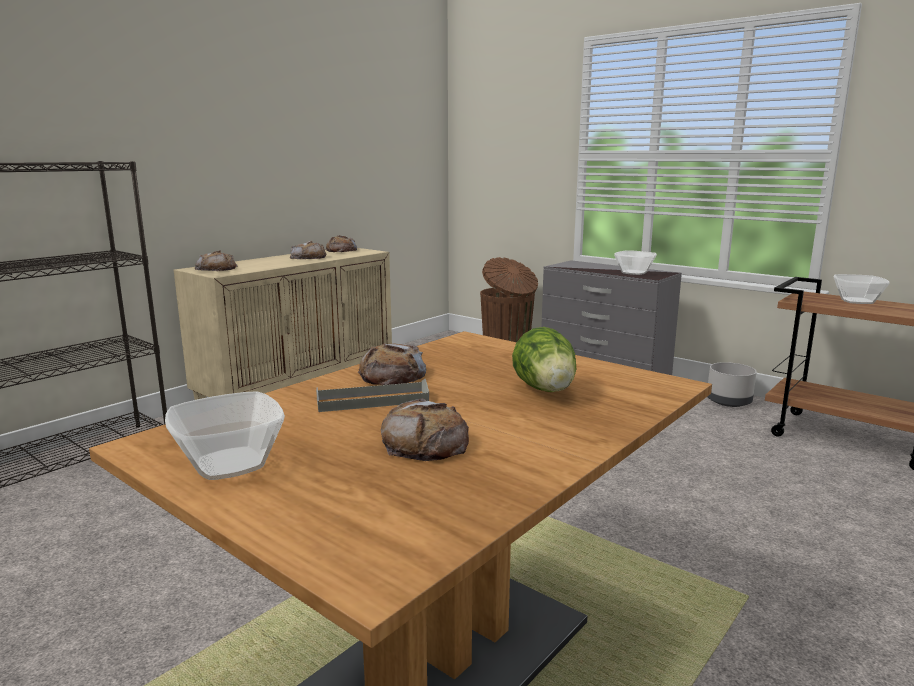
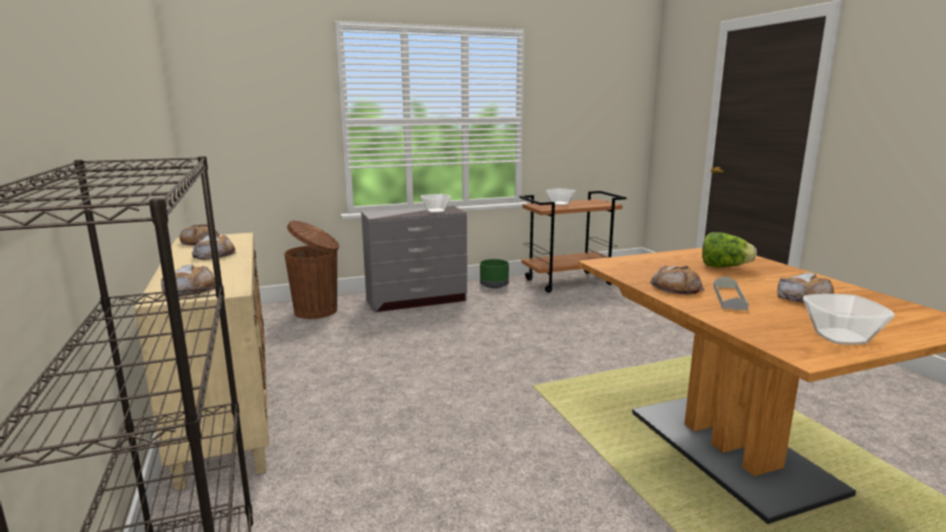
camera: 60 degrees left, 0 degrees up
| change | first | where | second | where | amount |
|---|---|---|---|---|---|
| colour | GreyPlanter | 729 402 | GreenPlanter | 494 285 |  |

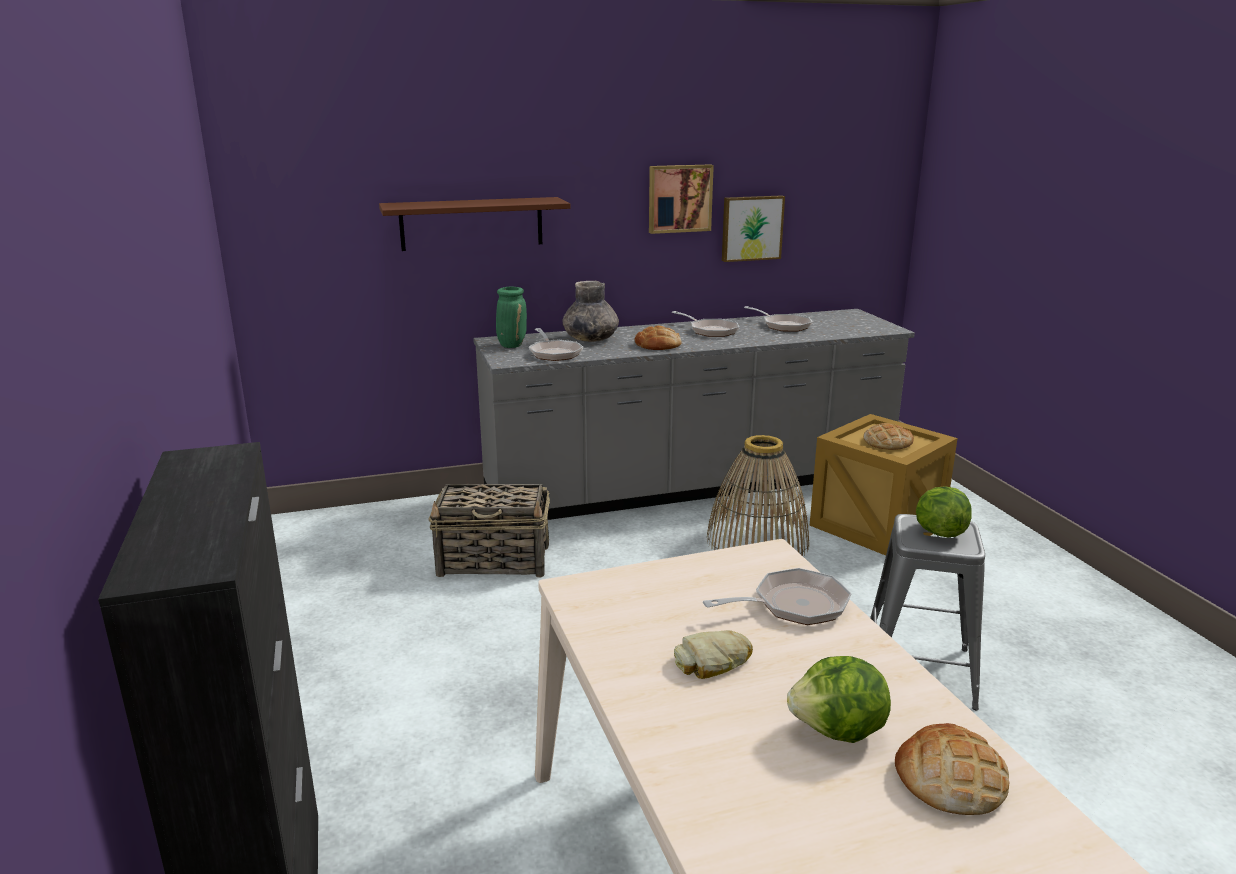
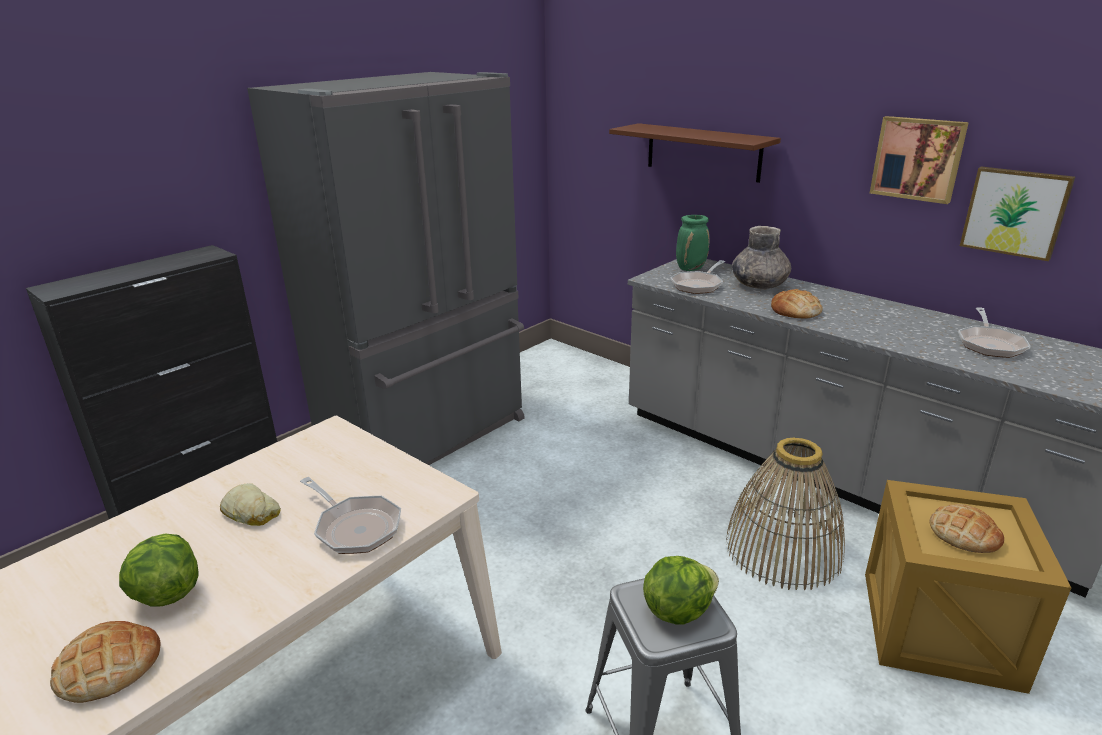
camera: 60 degrees right, 5 degrees up
| change | first | where | second | where | amount |
|---|---|---|---|---|---|
| appeared |  |  | GreyFridge | 428 435 |  |
| missing | Basket | 495 561 |  |  |  |
| missing | FryingPan | 710 331 |  |  |  |

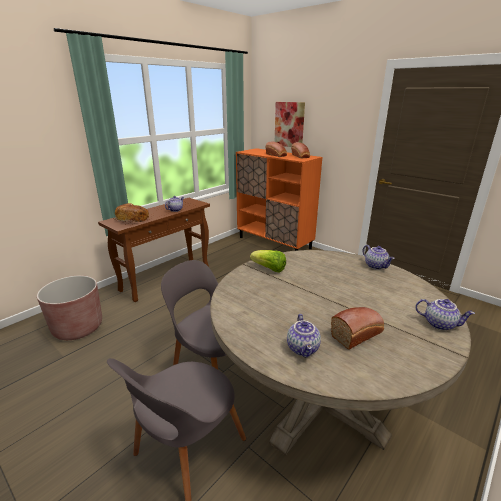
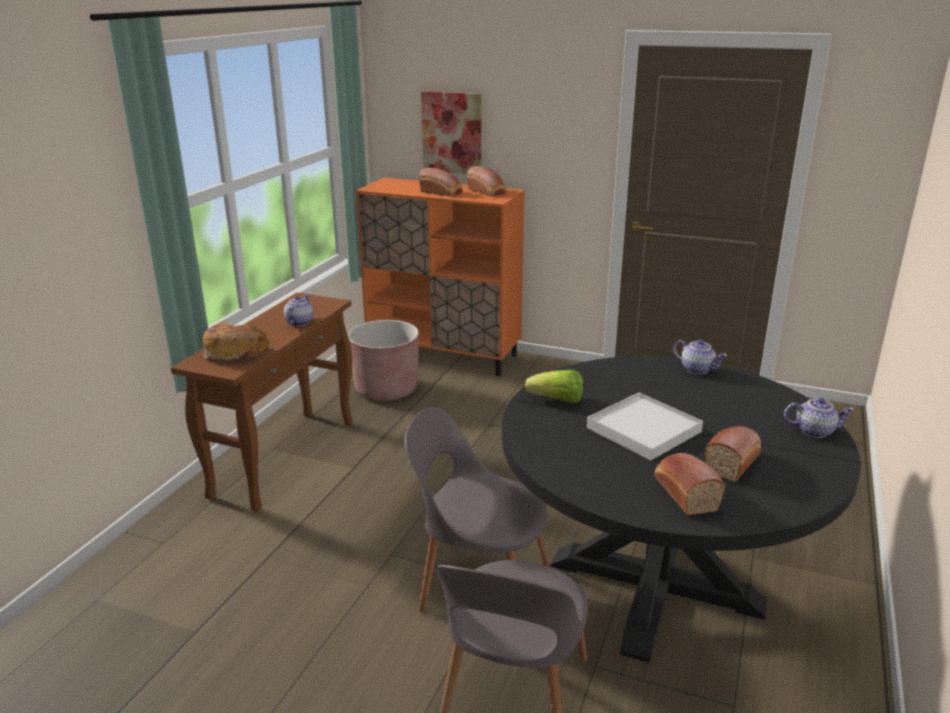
camera: 20 degrees left, 0 degrees up
| change | first | where | second | where | amount |
|---|---|---|---|---|---|
| relocated | BrownPlanter | 78 327 |  | 386 389 |  |
| colour | BeigeDiningTable | 319 399 | BlackDiningTable | 655 583 |  |
| appeared |  |  | WhiteTray | 643 430 |  |
| exchanged | Teapot | 303 348 | Bread | 684 493 |  |

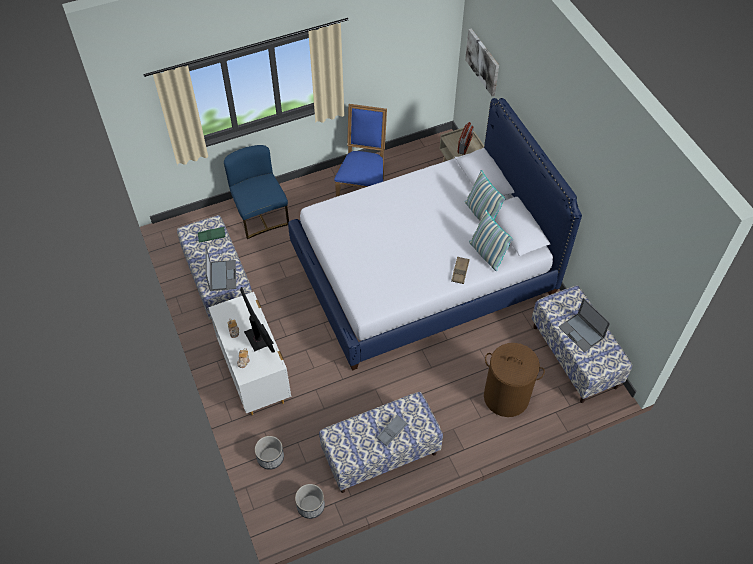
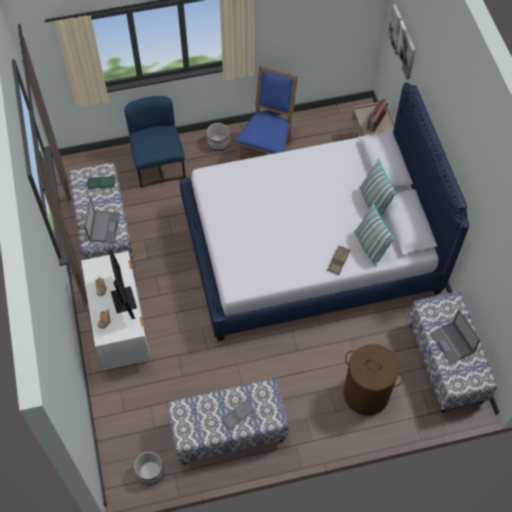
camera: 10 degrees right, 5 degrees up
| change | first | where | second | where | amount |
|---|---|---|---|---|---|
| relocated | Planter | 270 458 |  | 218 143 |  |

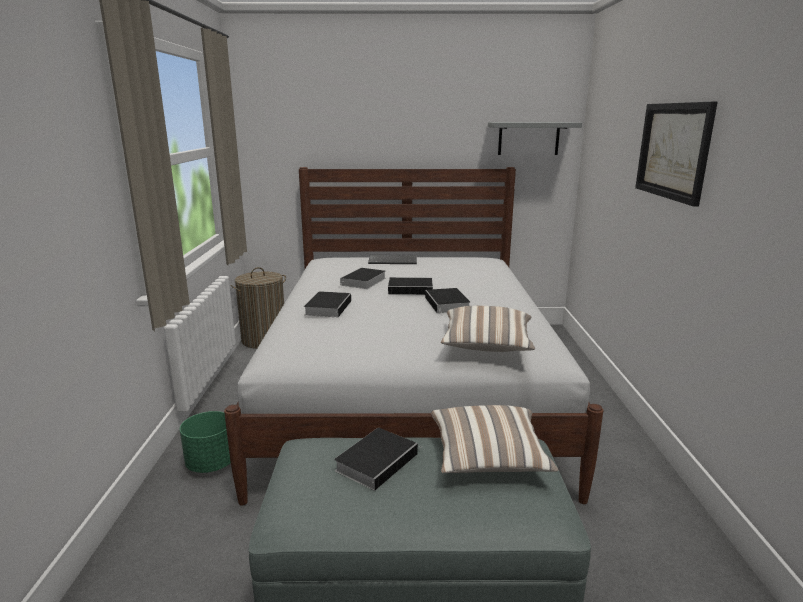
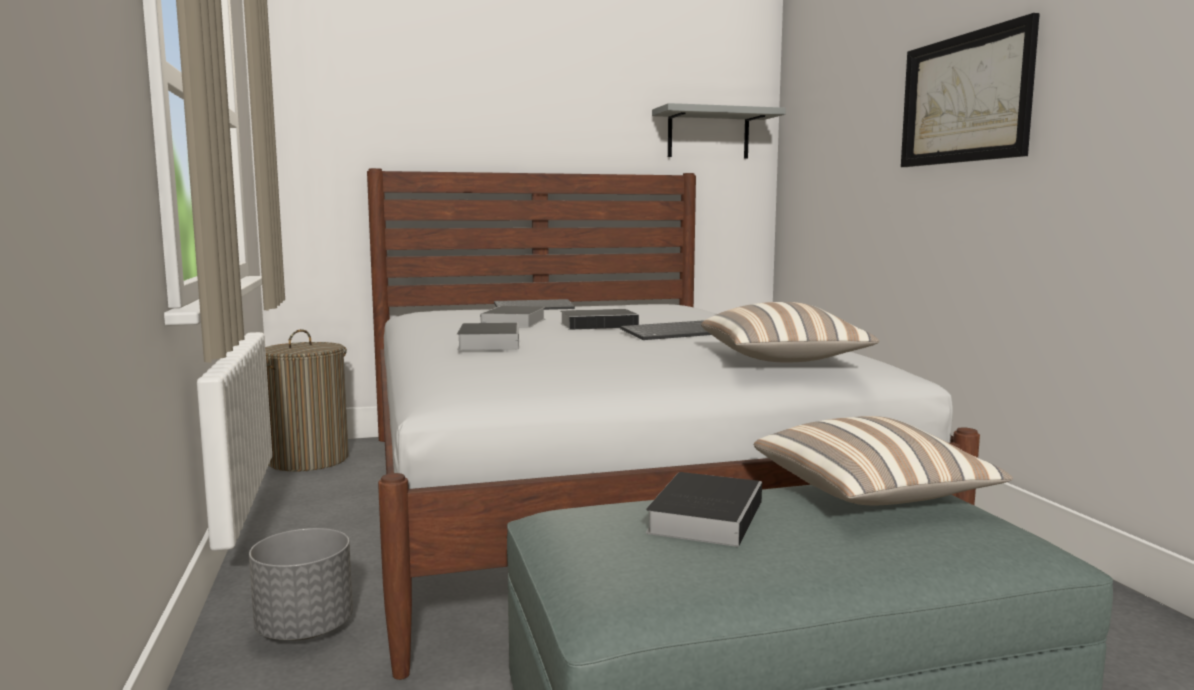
camera: 15 degrees left, 10 degrees down
| change | first | where | second | where | amount |
|---|---|---|---|---|---|
| colour | GreenPlanter | 211 464 | GreyPlanter | 304 629 |  |
| exchanged | Book | 448 304 | Keyboard | 674 333 |  |

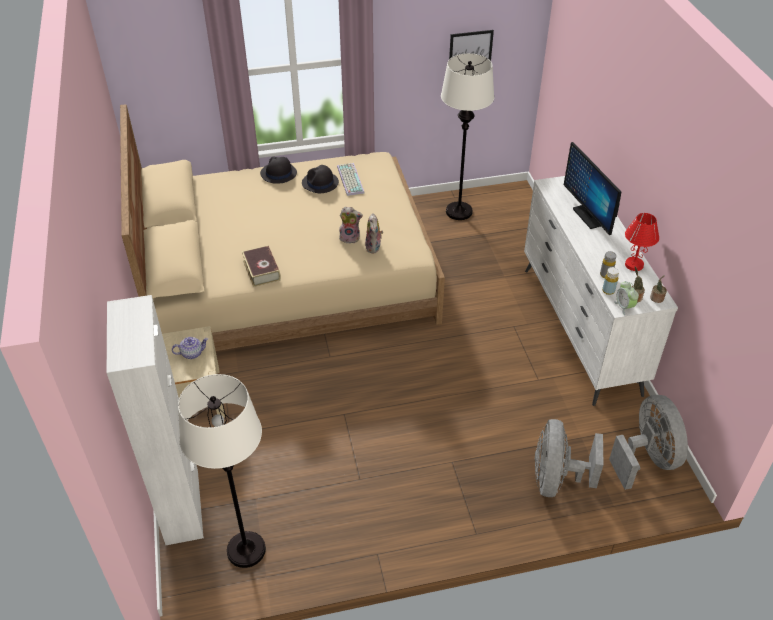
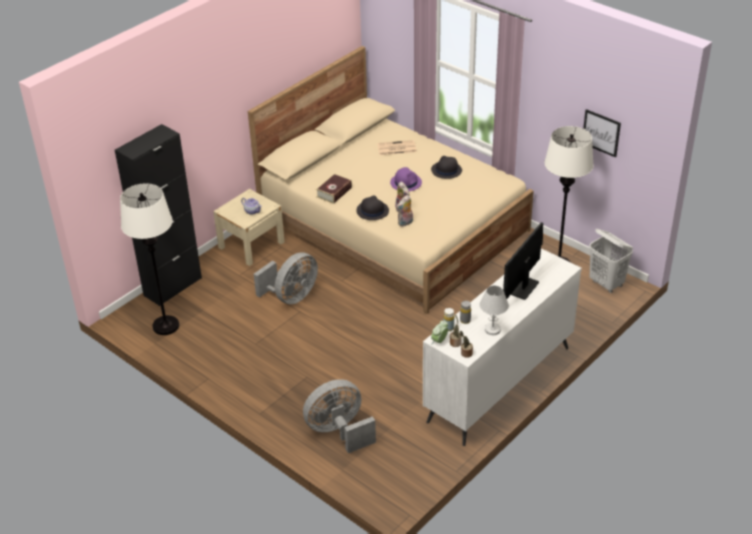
camera: 55 degrees right, 5 degrees down
| change | first | where | second | where | amount |
|---|---|---|---|---|---|
| colour | WhiteCabinet | 182 507 | BlackCabinet | 173 287 |  |
| relocated | GreyFan | 646 458 |  | 291 297 |  |
| relocated | BlackHat | 278 173 |  | 372 211 |  |
| appeared |  |  | Newspaper | 396 148 |  |
| appeared |  |  | PurpleHat | 406 183 |  |
| colour | RedTableLamp | 633 264 | WhiteTableLamp | 492 329 |  |
| appeared |  |  | WhiteLaundryBasket | 606 283 |  |
| missing | Keyboard | 349 179 |  |  |  |

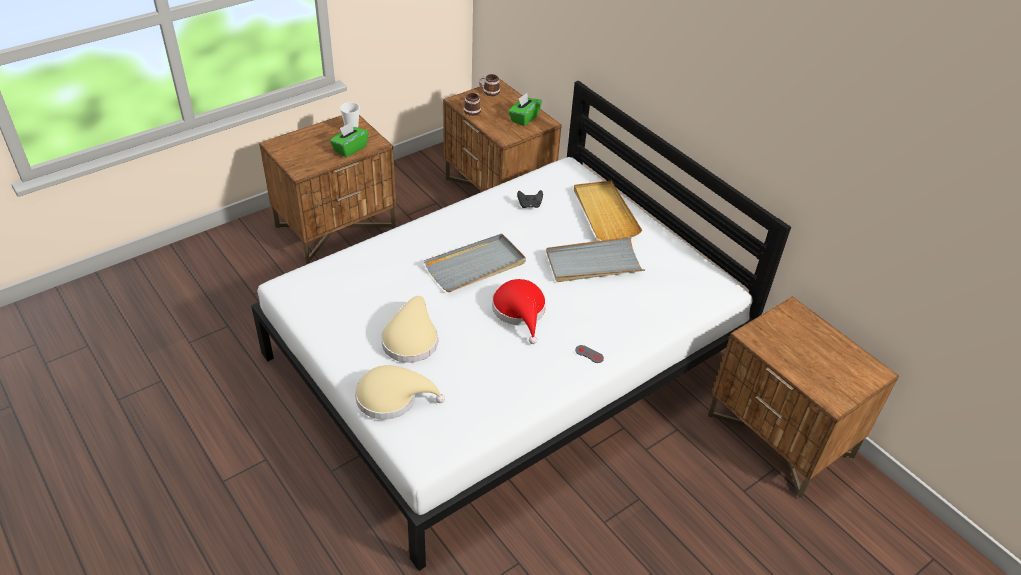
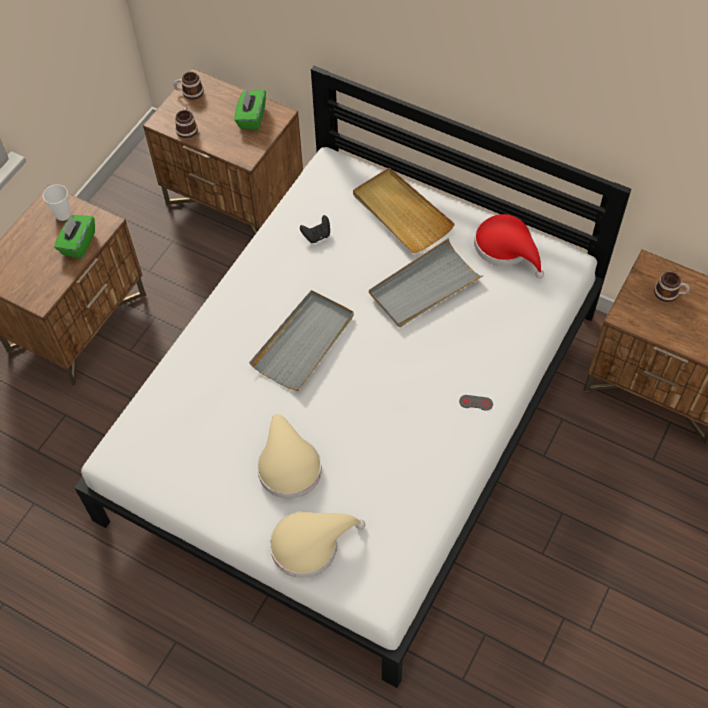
camera: 20 degrees left, 15 degrees up
| change | first | where | second | where | amount |
|---|---|---|---|---|---|
| relocated | RedHat | 520 311 |  | 506 248 |  |
| appeared |  |  | Mug | 669 293 |  |

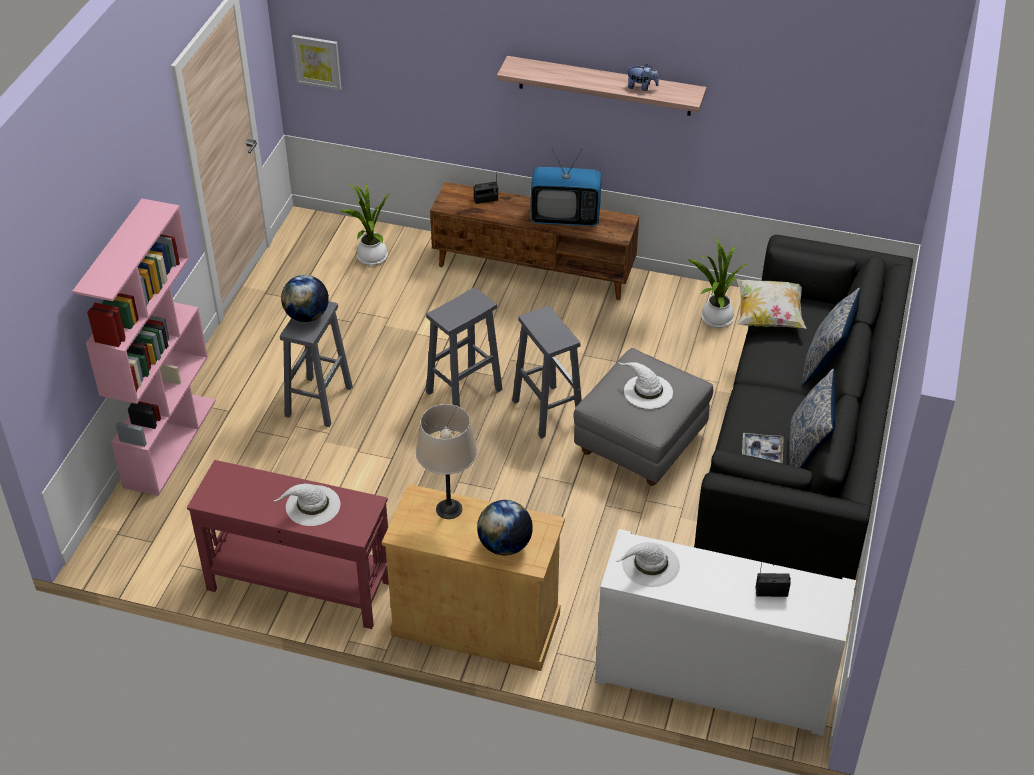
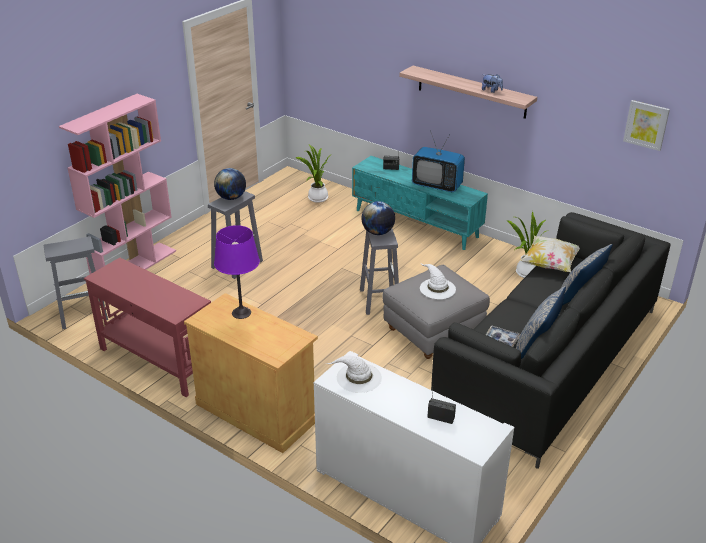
camera: 20 degrees right, 10 degrees down
| change | first | where | second | where | amount |
|---|---|---|---|---|---|
| relocated | GreyStool | 465 390 |  | 84 314 |  |
| colour | BeigeTableLamp | 449 509 | PurpleTableLamp | 241 313 |  |
| colour | BrownTvStand | 534 269 | TurquoiseTvStand | 416 223 |  |
| relocated | Globe | 505 545 |  | 378 232 |  |
| relocated | Picture | 317 61 |  | 646 125 |  |
| missing | WhiteHat | 312 506 |  |  |  |

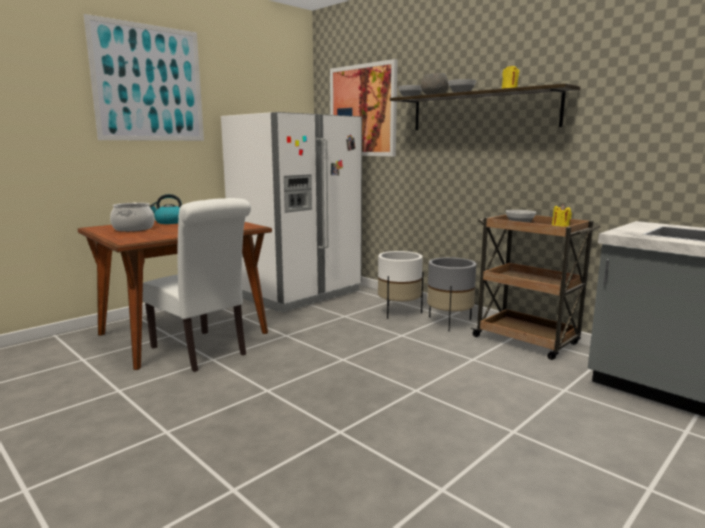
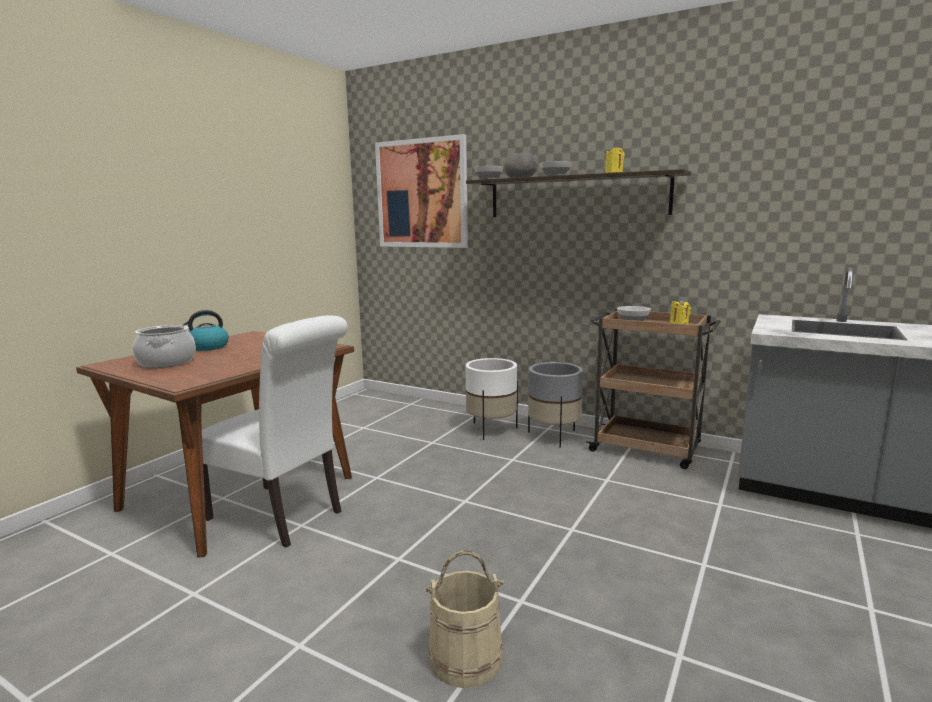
camera: 15 degrees left, 0 degrees up
| change | first | where | second | where | amount |
|---|---|---|---|---|---|
| appeared |  |  | BeigeBucket | 465 658 |  |
| missing | Picture | 149 83 |  |  |  |
| missing | WhiteFridge | 297 293 |  |  |  |

